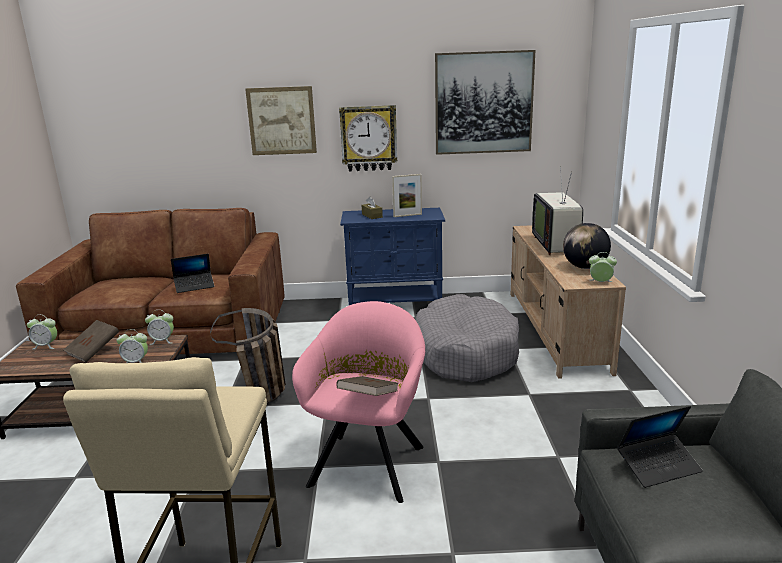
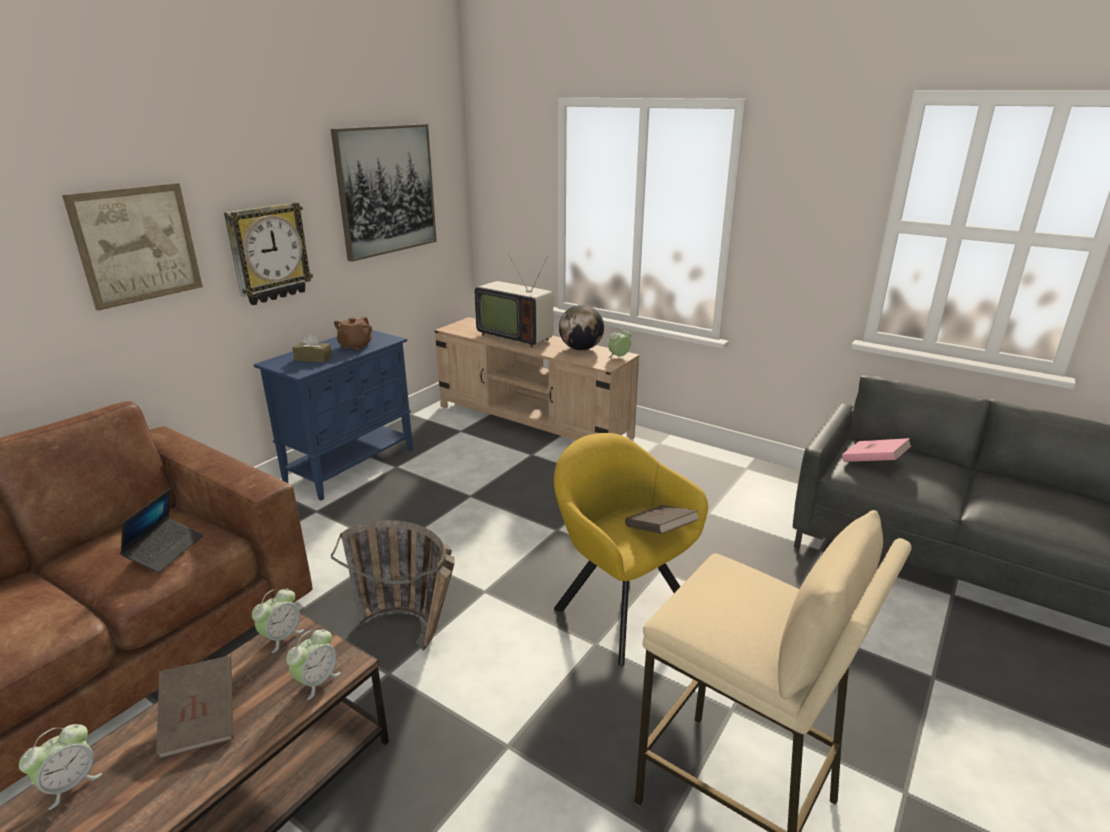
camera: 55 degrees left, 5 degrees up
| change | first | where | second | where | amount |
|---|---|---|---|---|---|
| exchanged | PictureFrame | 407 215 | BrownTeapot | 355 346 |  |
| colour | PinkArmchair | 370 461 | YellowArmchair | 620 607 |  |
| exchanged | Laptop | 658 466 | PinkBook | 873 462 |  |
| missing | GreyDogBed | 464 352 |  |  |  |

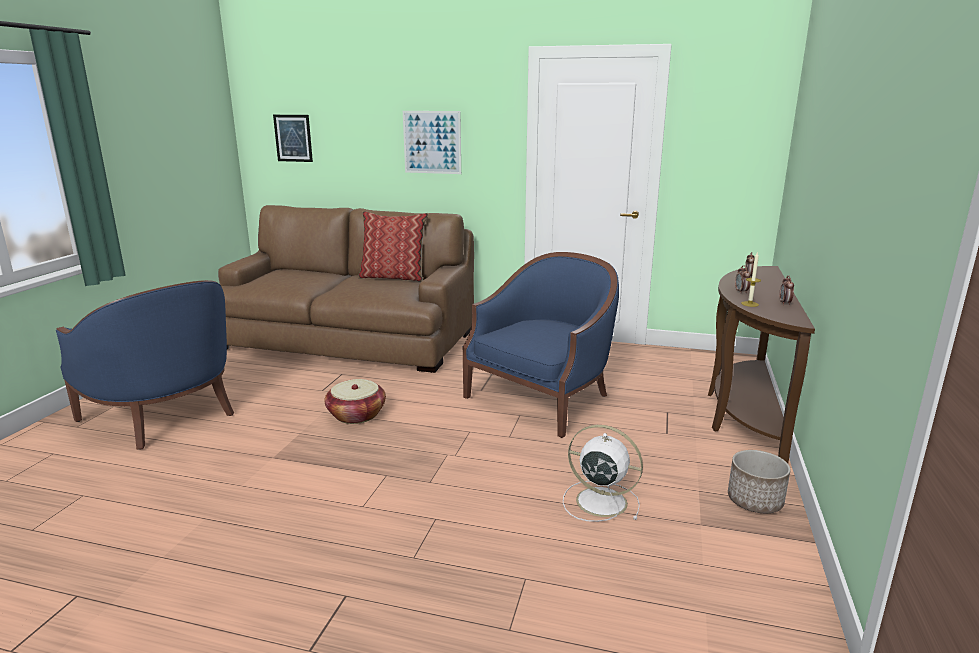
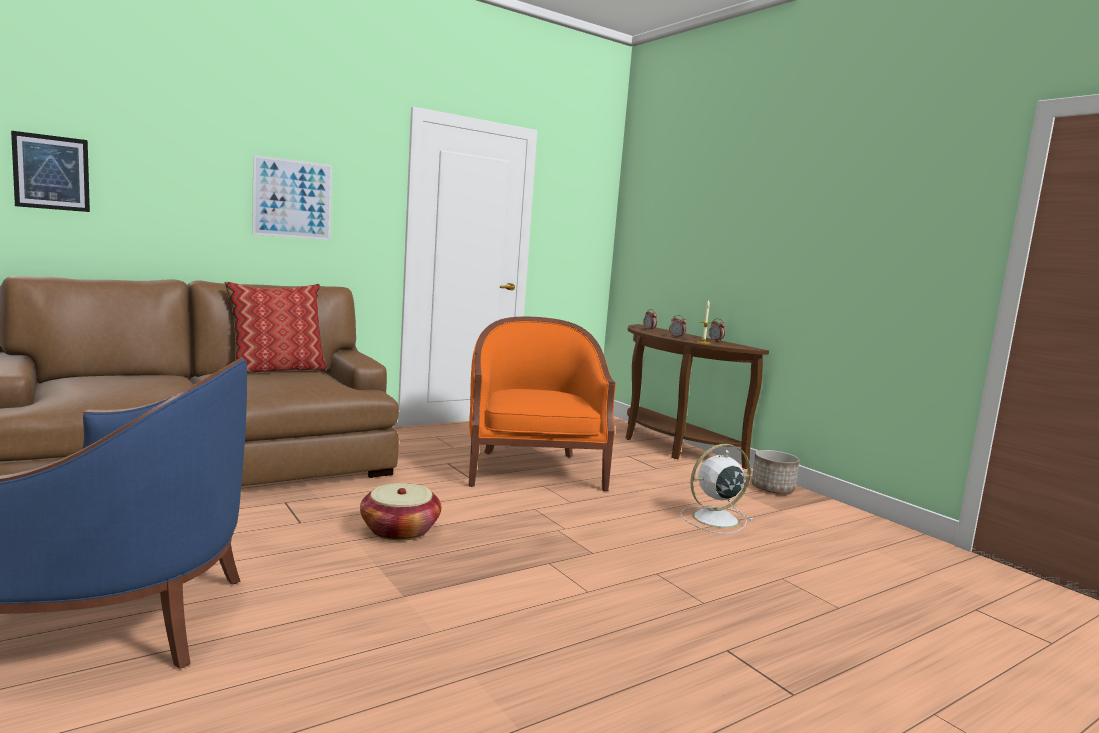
camera: 50 degrees left, 10 degrees down
| change | first | where | second | where | amount |
|---|---|---|---|---|---|
| colour | BlueArmchair | 543 399 | OrangeArmchair | 534 470 |  |

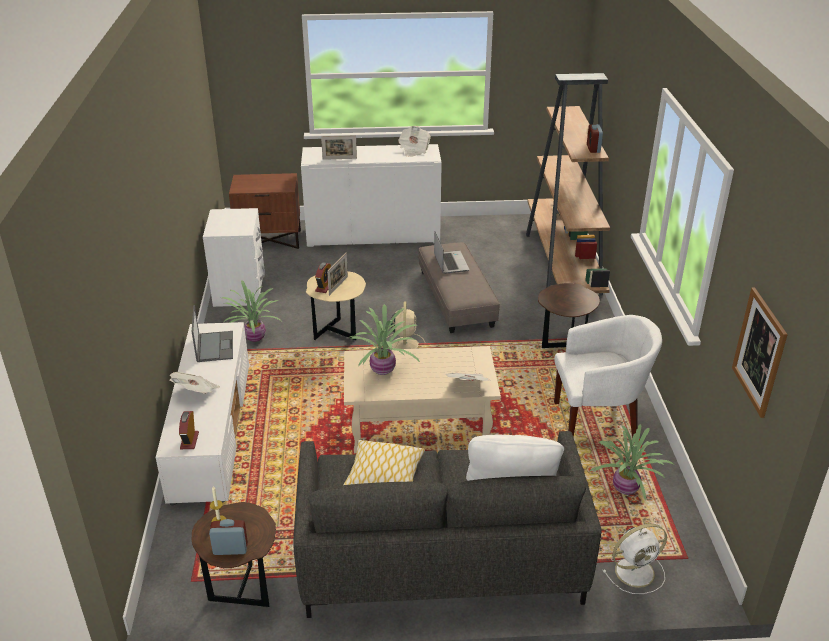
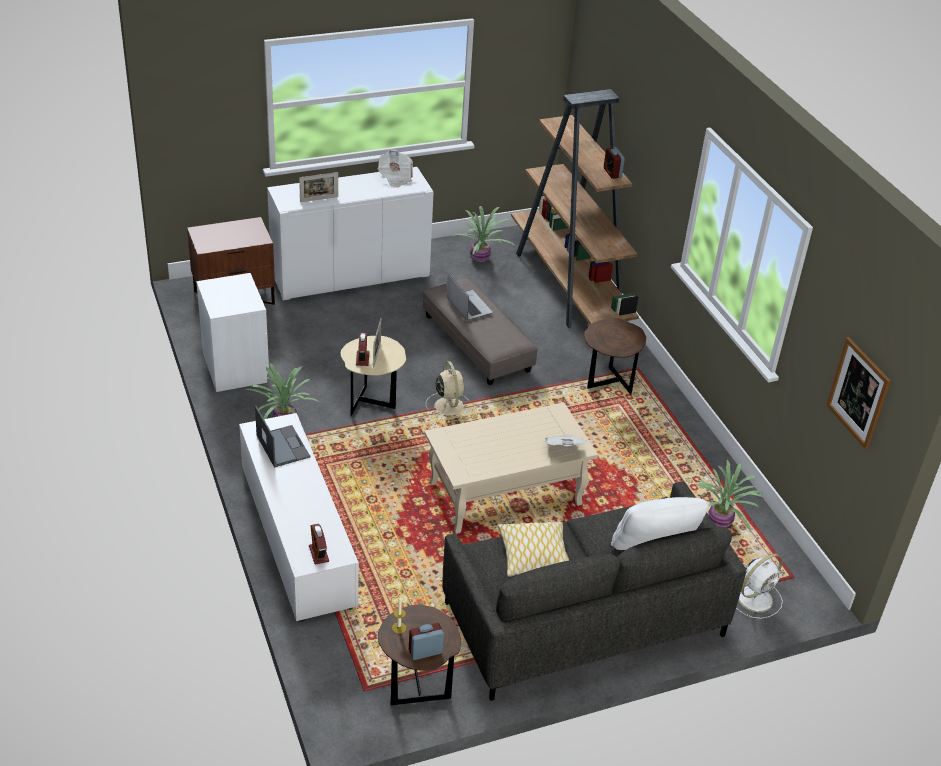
camera: 20 degrees left, 5 degrees up
| change | first | where | second | where | amount |
|---|---|---|---|---|---|
| relocated | PottedPlant | 383 371 |  | 480 259 |  |
| missing | Newspaper | 196 392 |  |  |  |
| missing | WhiteArmchair | 598 420 |  |  |  |

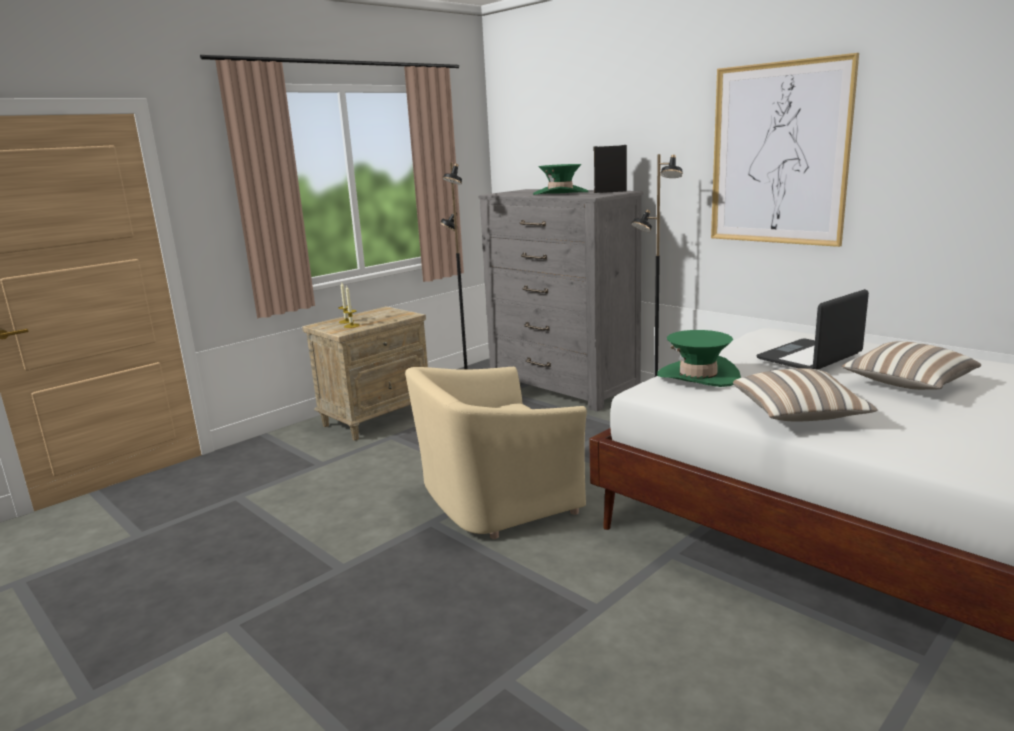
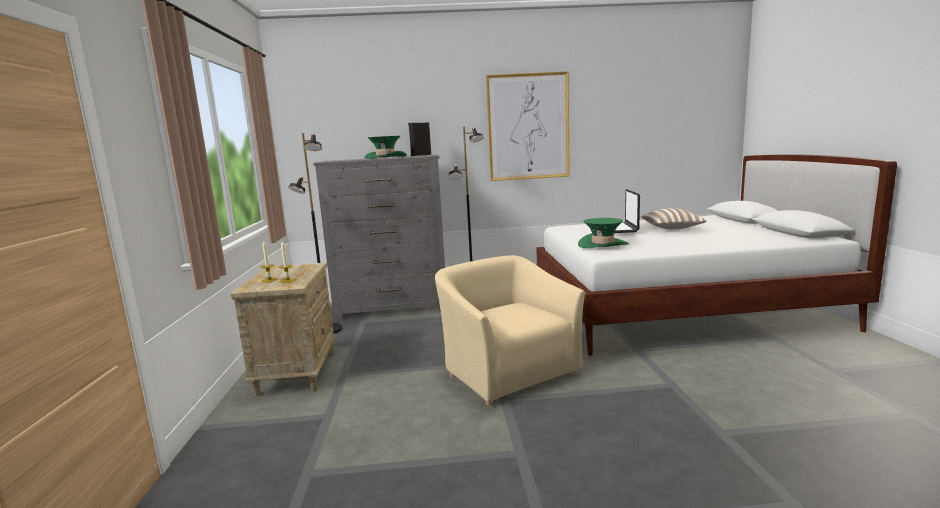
camera: 50 degrees left, 5 degrees down
| change | first | where | second | where | amount |
|---|---|---|---|---|---|
| spun | BeigeArmchair | 495 499 |  | 507 371 | 135 degrees clockwise |
| missing | Pillow | 799 415 |  |  |  |

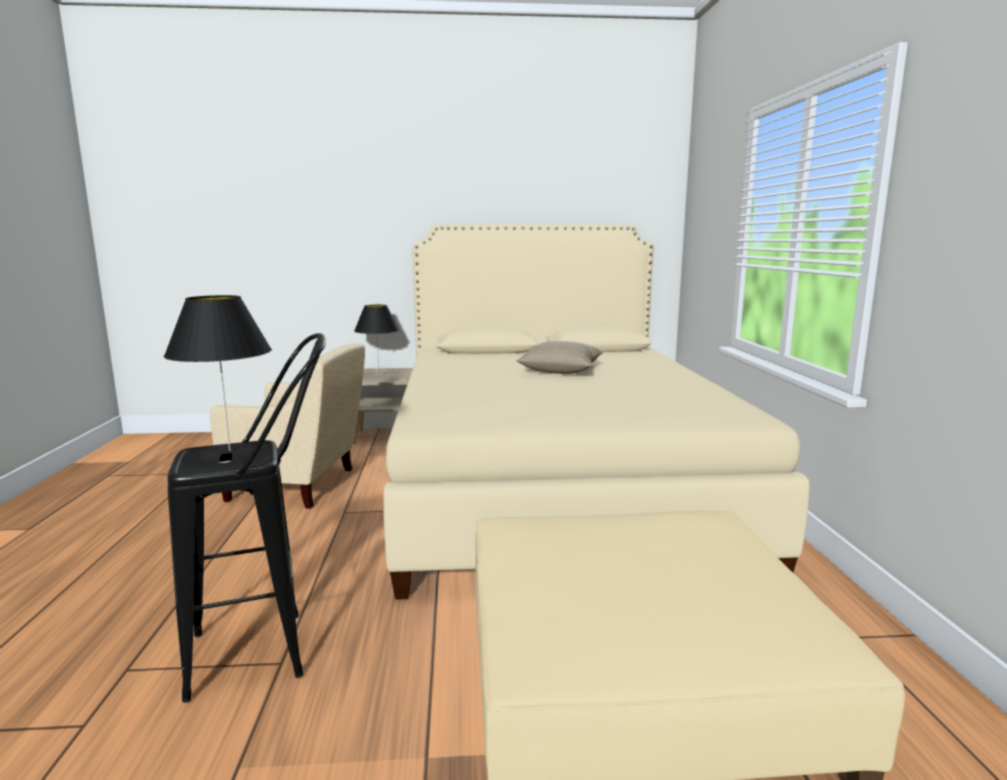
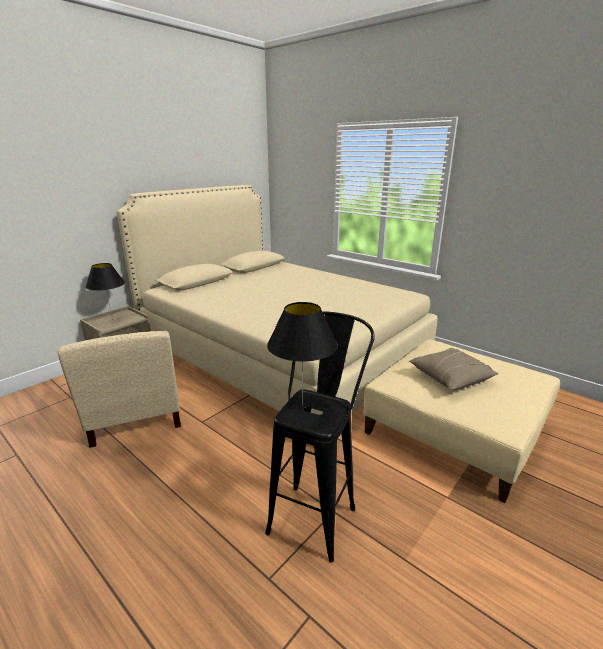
camera: 45 degrees left, 10 degrees up
| change | first | where | second | where | amount |
|---|---|---|---|---|---|
| spun | BeigeArmchair | 300 486 |  | 135 421 | 105 degrees clockwise |
| relocated | BeigePillow | 561 370 |  | 450 377 |  |

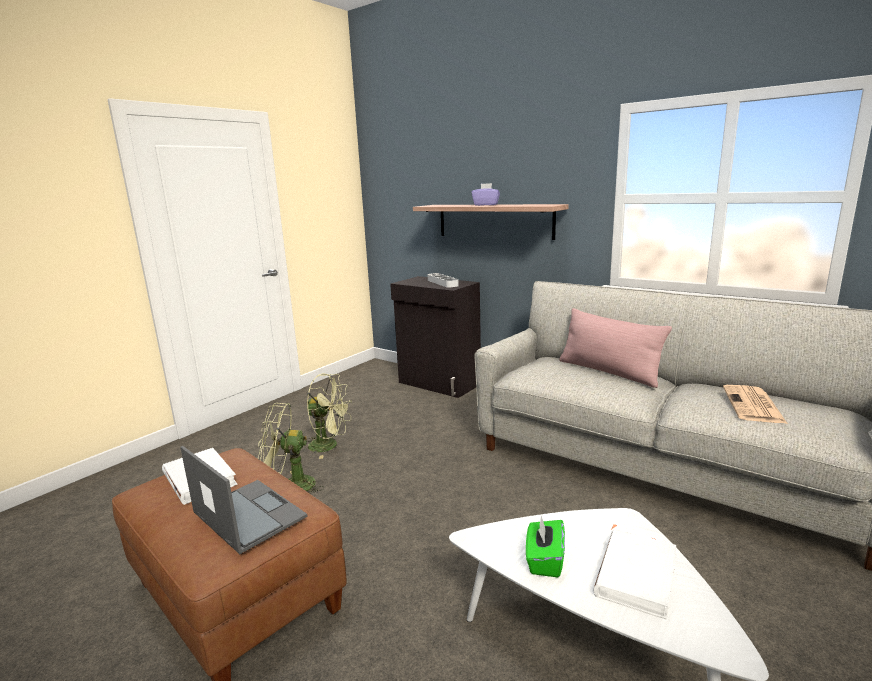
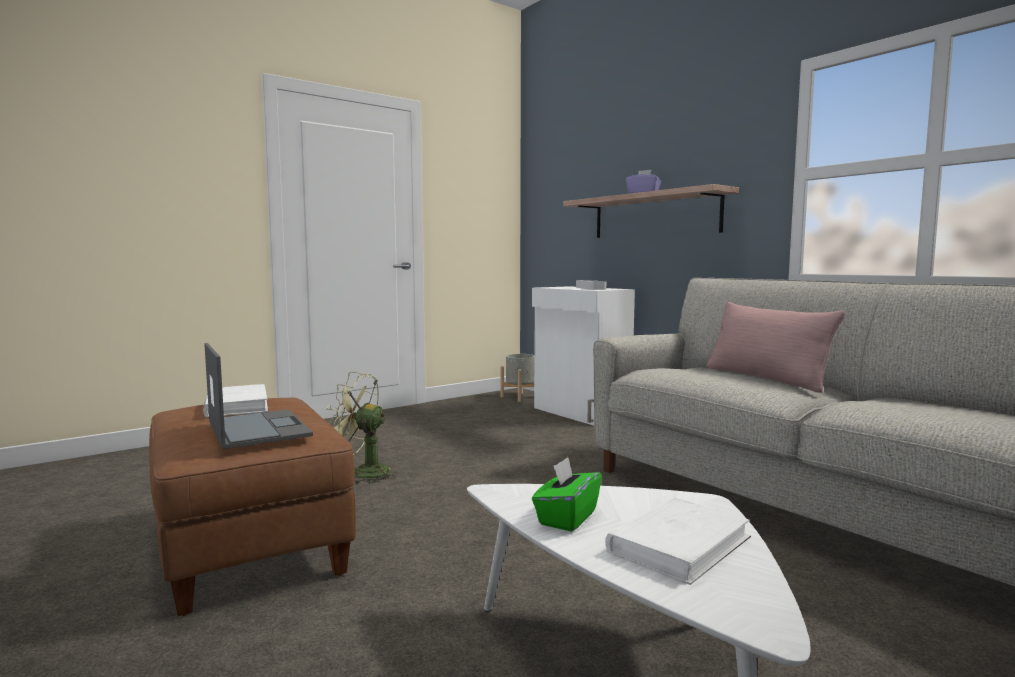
camera: 15 degrees right, 10 degrees down
| change | first | where | second | where | amount |
|---|---|---|---|---|---|
| appeared |  |  | GreyPlanter | 520 397 |  |
| colour | BlackCabinet | 439 384 | WhiteCabinet | 580 413 |  |
| missing | GreenFan | 329 446 |  |  |  |
| missing | Newspaper | 753 405 |  |  |  |

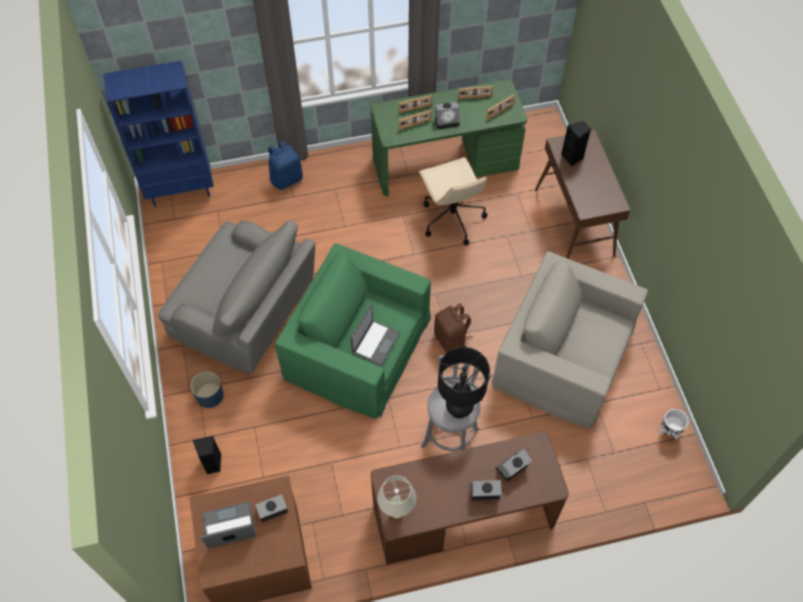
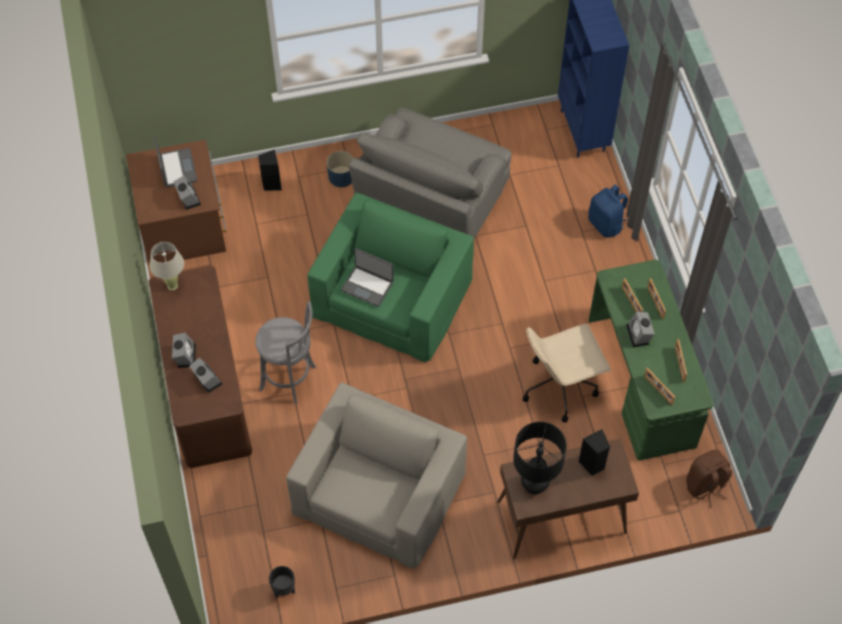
camera: 90 degrees right, 0 degrees up
| change | first | where | second | where | amount |
|---|---|---|---|---|---|
| colour | WhitePlanter | 668 432 | BlackPlanter | 284 589 |  |
| relocated | BlackTableLamp | 459 410 |  | 534 485 |  |
| relocated | BrownBackpack | 451 339 |  | 705 486 |  |

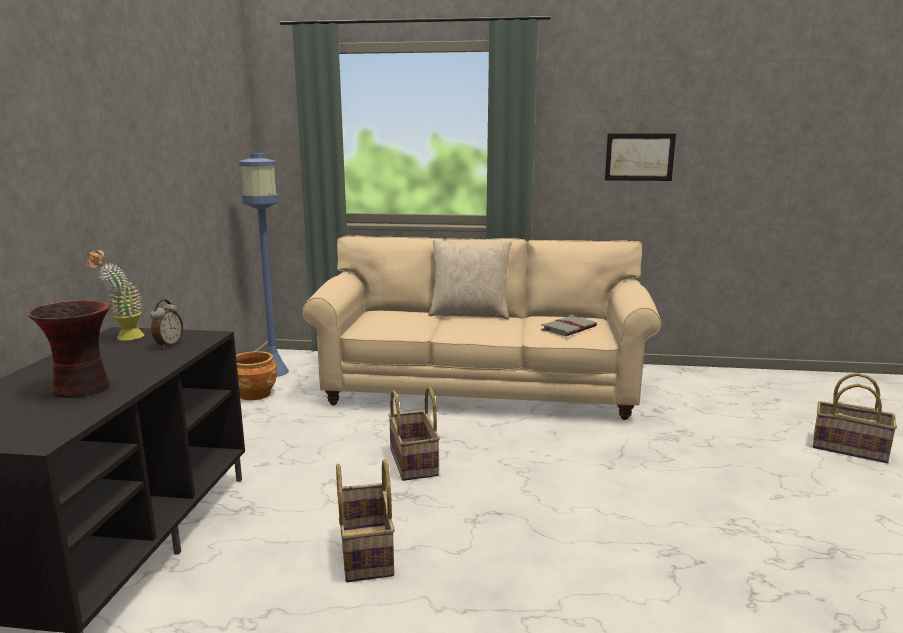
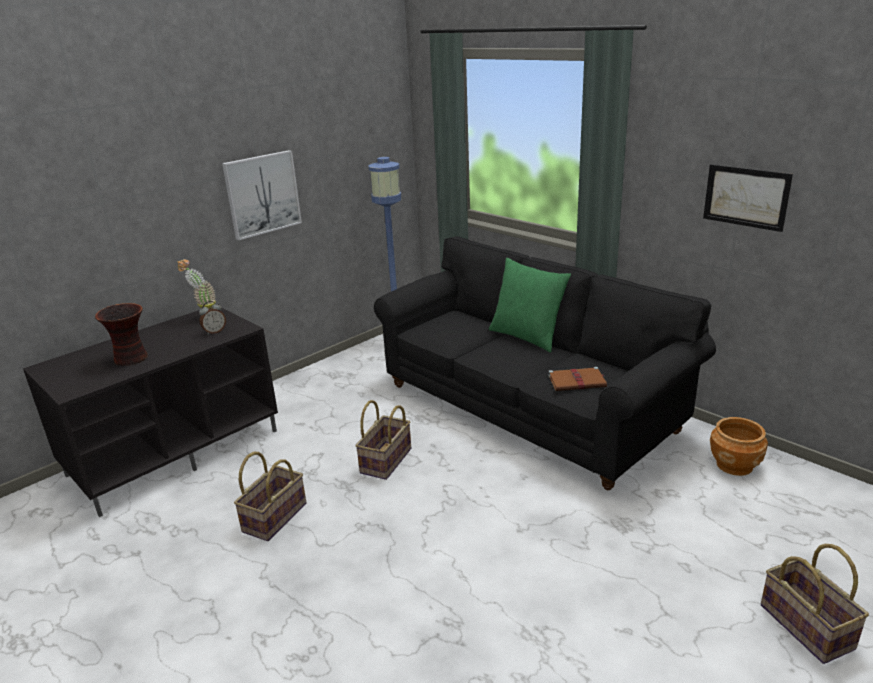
camera: 40 degrees right, 10 degrees up
| change | first | where | second | where | amount |
|---|---|---|---|---|---|
| appeared |  |  | Picture | 262 194 |  |
| colour | BeigeSofa | 481 388 | BlackSofa | 527 408 |  |
| colour | BeigePillow | 469 314 | GreenPillow | 527 336 |  |
| colour | GreyBook | 569 328 | BrownBook | 578 381 |  |
| relocated | BrownPlanter | 255 394 |  | 734 465 |  |

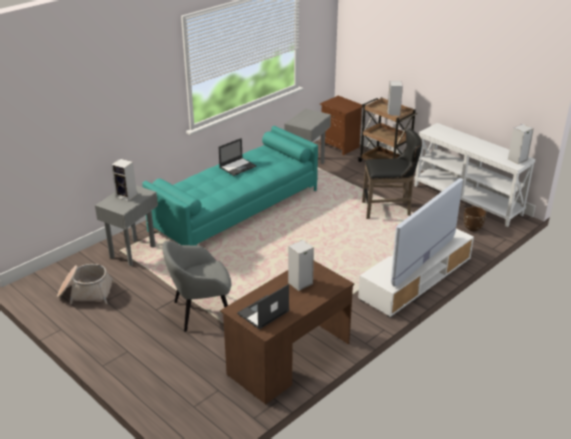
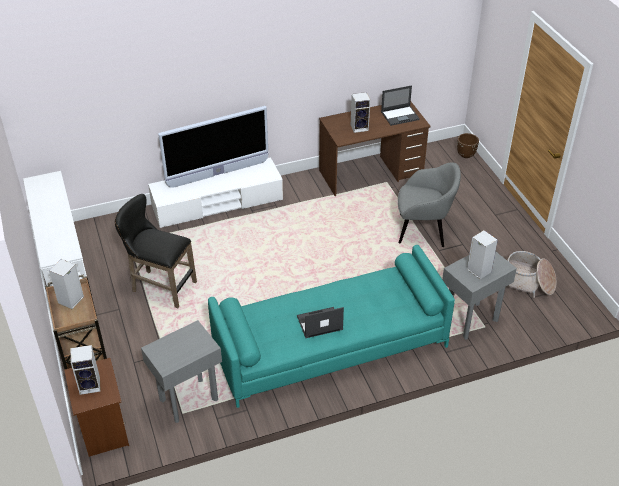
camera: 155 degrees left, 10 degrees up
| change | first | where | second | where | amount |
|---|---|---|---|---|---|
| relocated | Speaker | 517 160 |  | 91 385 |  |
| relocated | BrownPlanter | 472 228 |  | 466 155 |  |

